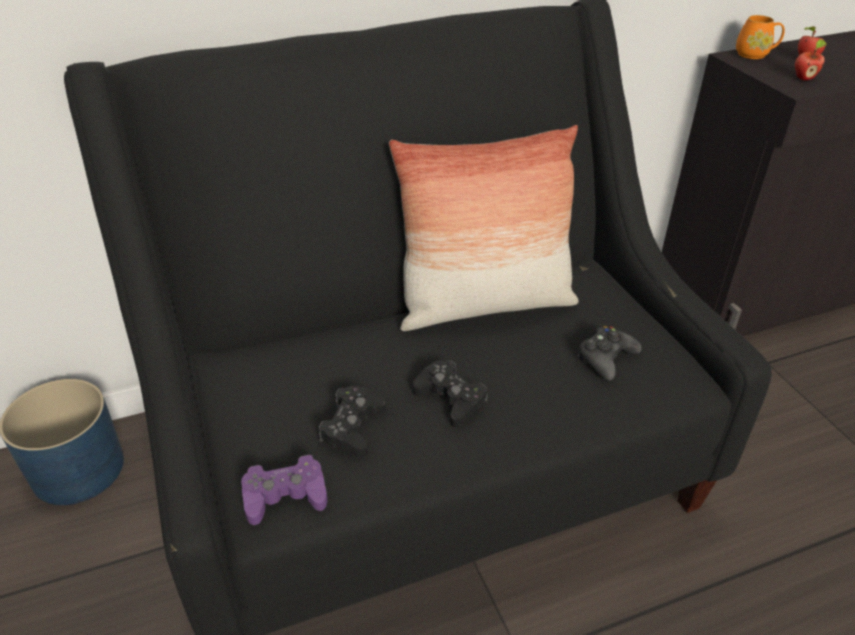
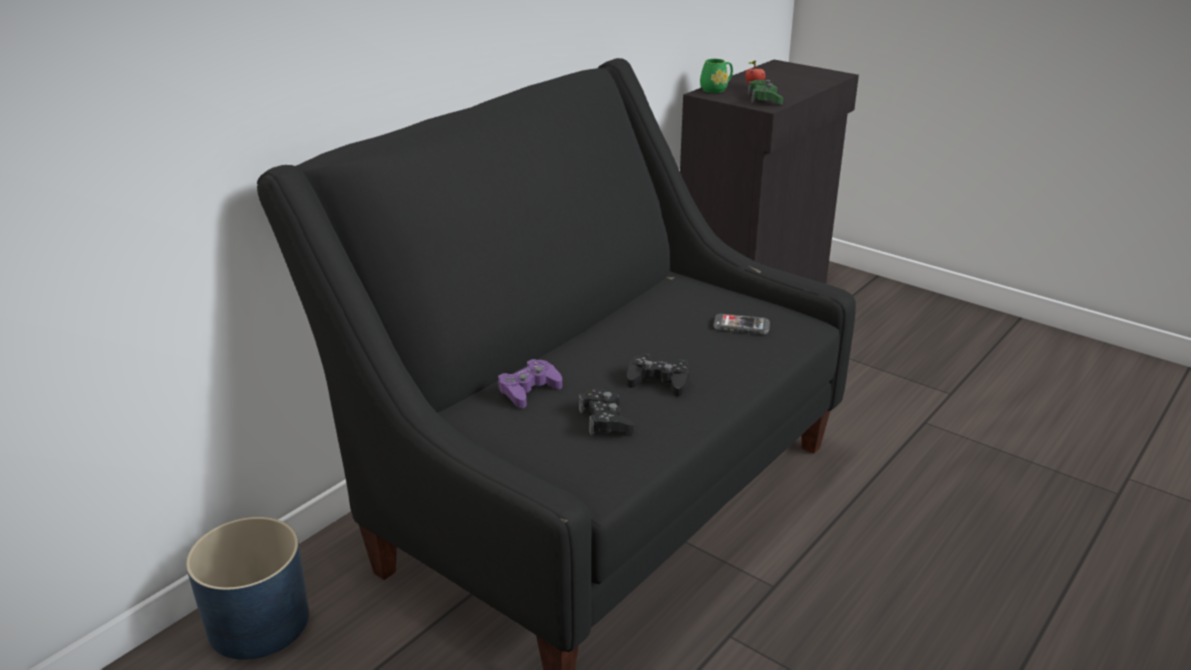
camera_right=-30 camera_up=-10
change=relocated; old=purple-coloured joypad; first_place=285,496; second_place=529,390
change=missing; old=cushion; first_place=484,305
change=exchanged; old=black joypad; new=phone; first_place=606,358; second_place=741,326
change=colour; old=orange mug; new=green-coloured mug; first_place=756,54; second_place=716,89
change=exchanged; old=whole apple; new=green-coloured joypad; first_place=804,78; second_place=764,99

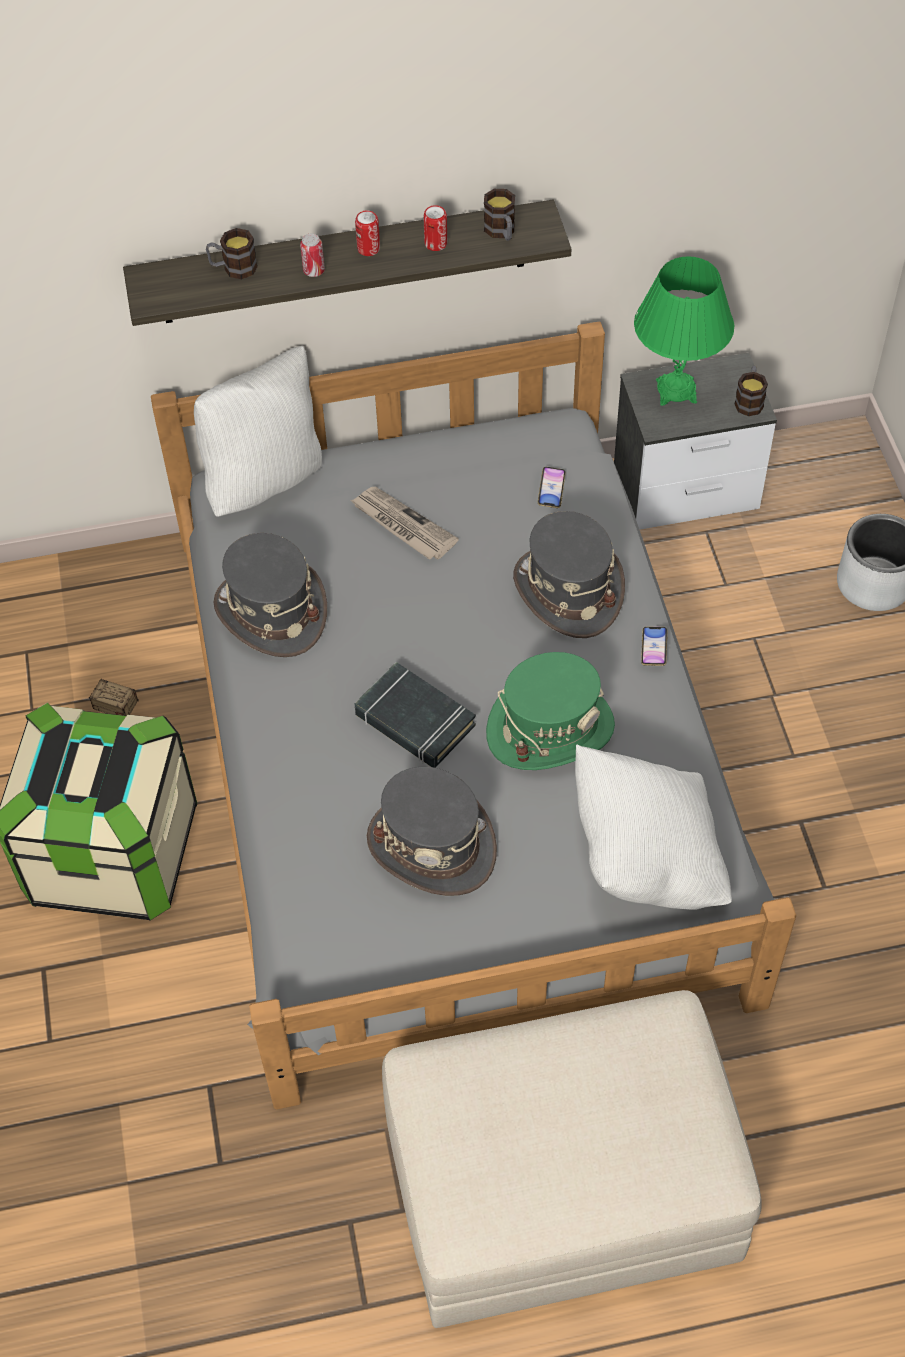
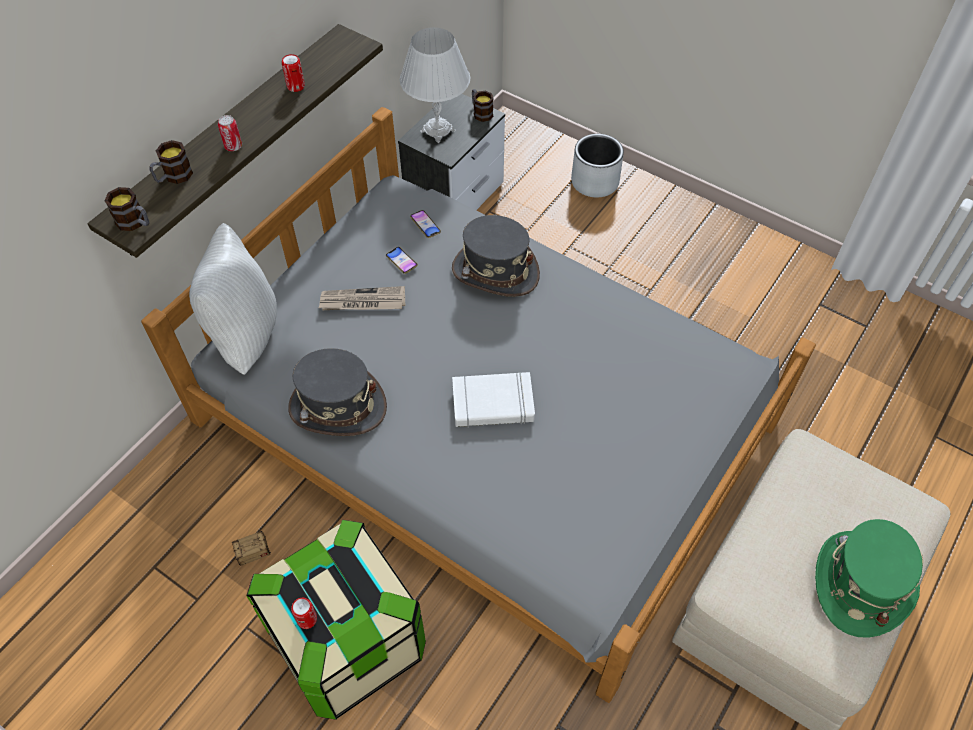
camera_right=-45 camera_up=0
change=relocated; old=can; first_place=368,249; second_place=307,619
change=colour; old=black volume; new=whitish volume; first_place=414,720; second_place=493,404
change=missing; old=greyish wearable hat; first_place=432,846
change=relocated; old=mug; first_place=501,232; second_place=135,223
change=relocated; old=green-coloured wearable hat; first_place=550,729; second_place=860,583
change=missing; old=whitish cushion; first_place=646,858
change=colour; old=green-coloured tabletop lamp; new=whitish tabletop lamp; first_place=676,391; second_place=438,131
change=relocated; old=phone; first_place=654,648; second_place=401,261

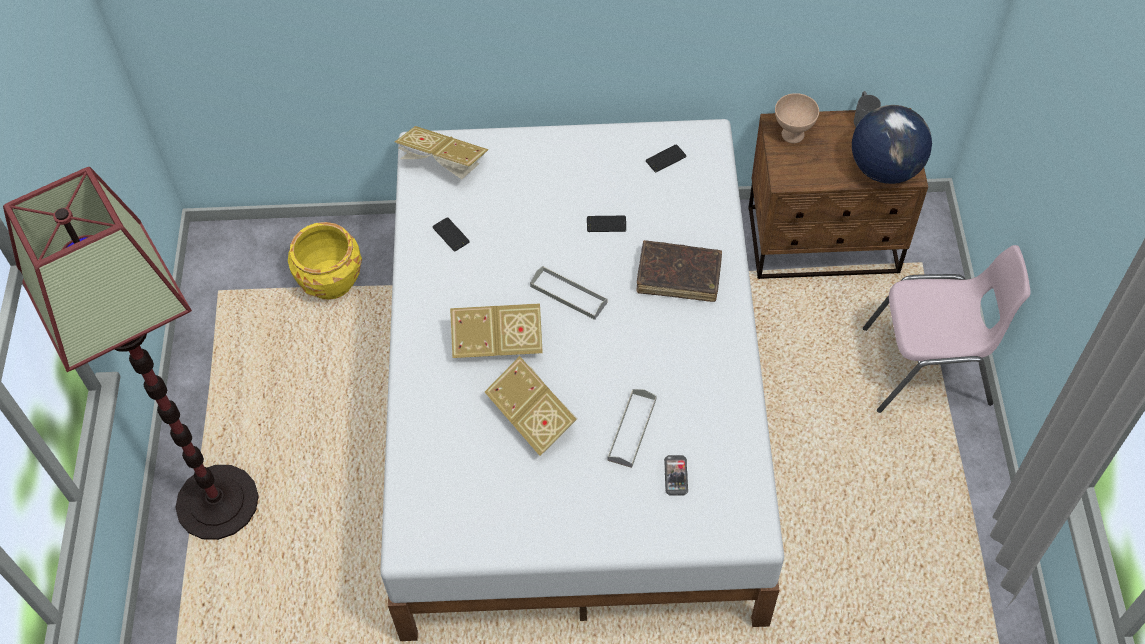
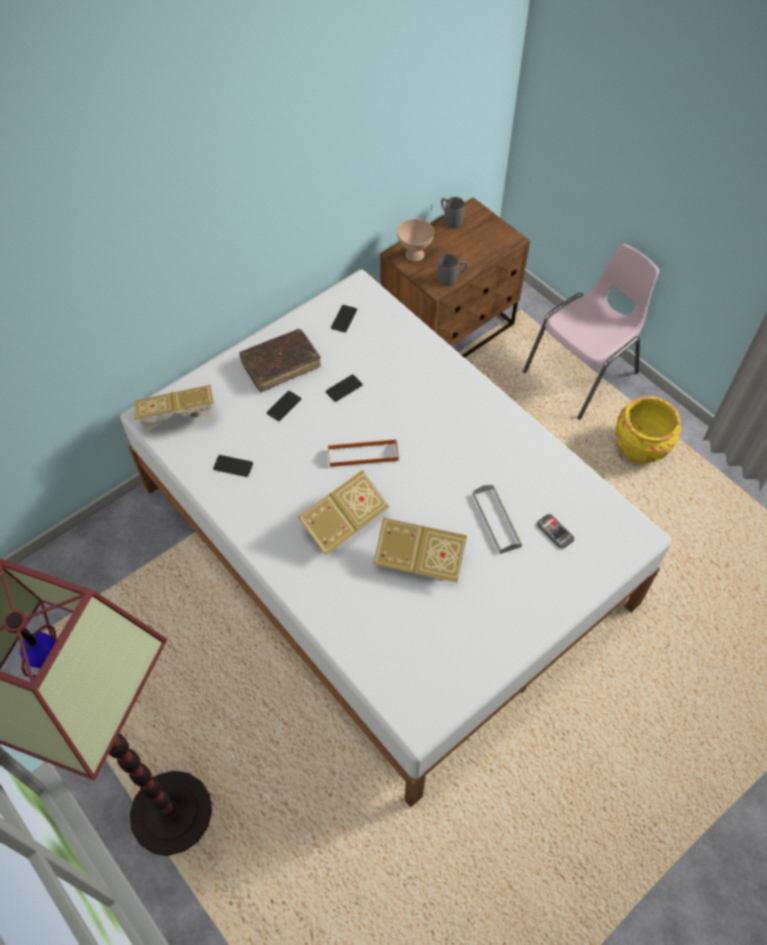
camera_right=-40 camera_up=0
change=relocated; old=yellow plant pot; first_place=331,281; second_place=640,448
change=colour; old=greyish carrying tray; new=orange carrying tray; first_place=568,294; second_place=363,454
change=relocated; old=brownish volume; first_place=678,276; second_place=281,364
change=missing; old=globe; first_place=884,168
change=appeared; new=phone; second_place=284,406
change=appeared; new=greyish mug; second_place=452,278

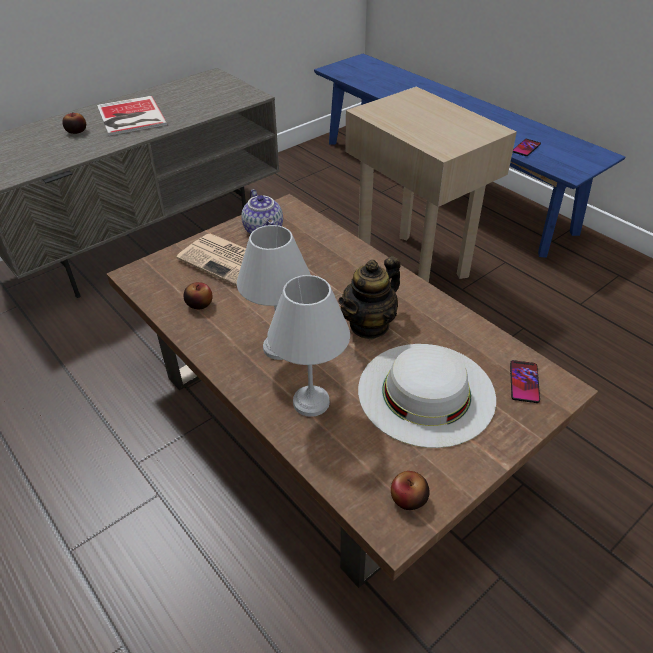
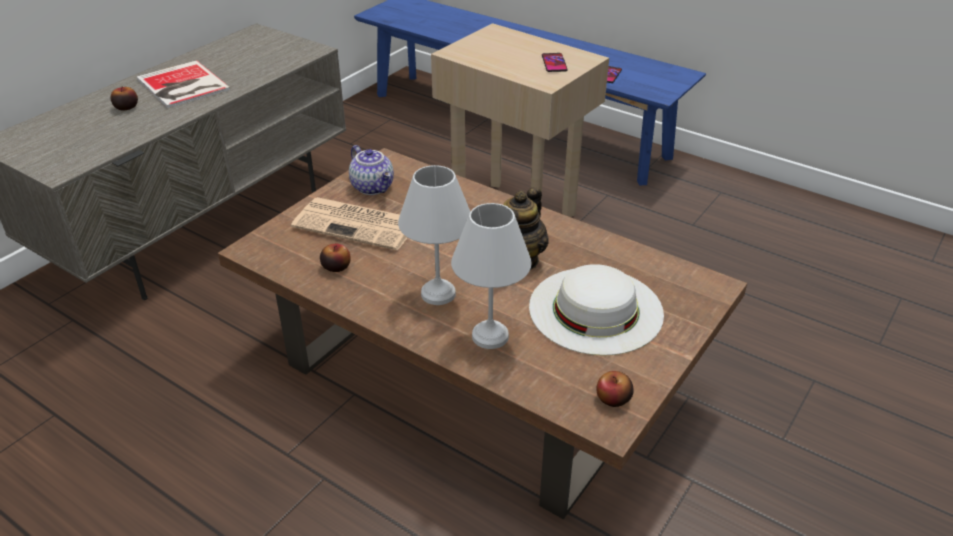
camera_right=-15 camera_up=-5
change=relocated; old=phone; first_place=524,382; second_place=554,63

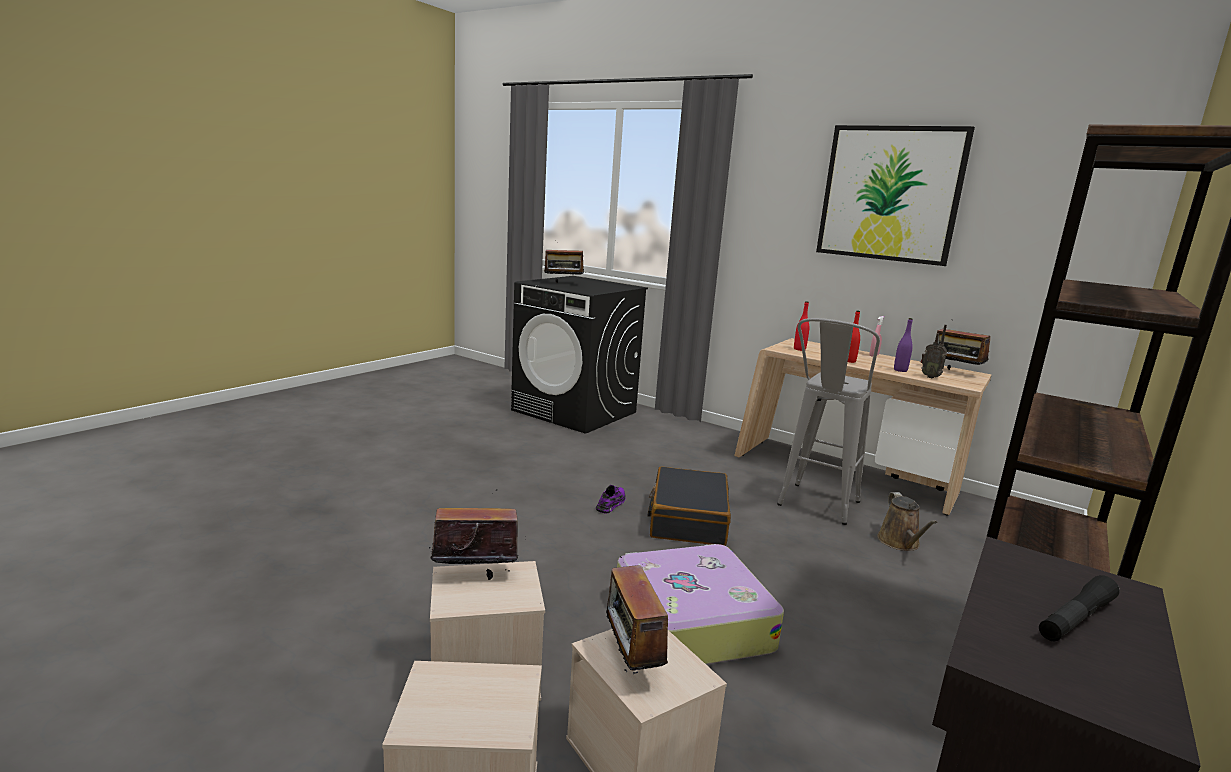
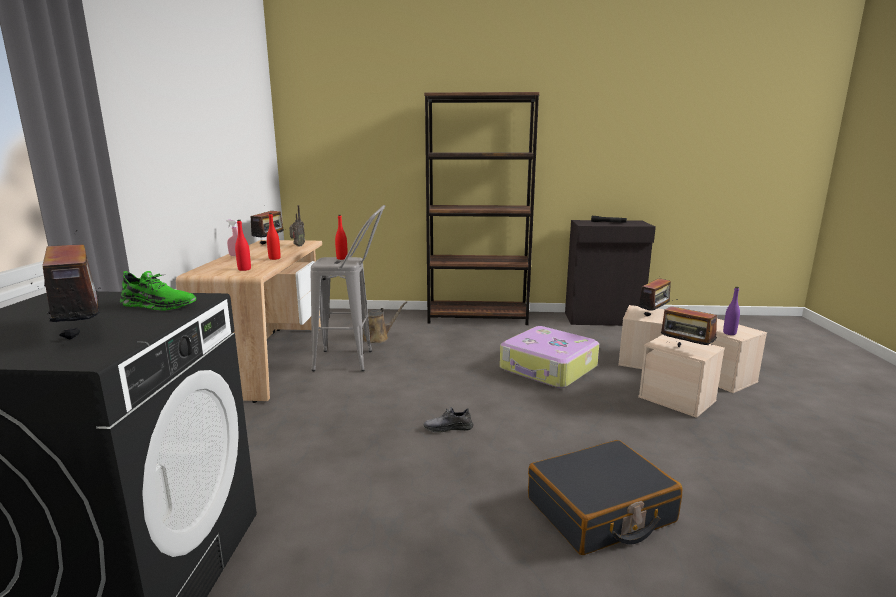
camera_right=-120 camera_up=0
change=colour; old=purple-coloured shoe; new=greyish shoe; first_place=611,504; second_place=448,428
change=relocated; old=black piece of luggage; first_place=688,519; second_place=600,511
change=missing; old=wall art; first_place=890,194
change=relocated; old=purple-coloured bottle; first_place=900,370; second_place=729,333
change=appeared; new=green-coloured shoe; second_place=158,305
change=appeared; new=red-coloured bottle; second_place=342,258

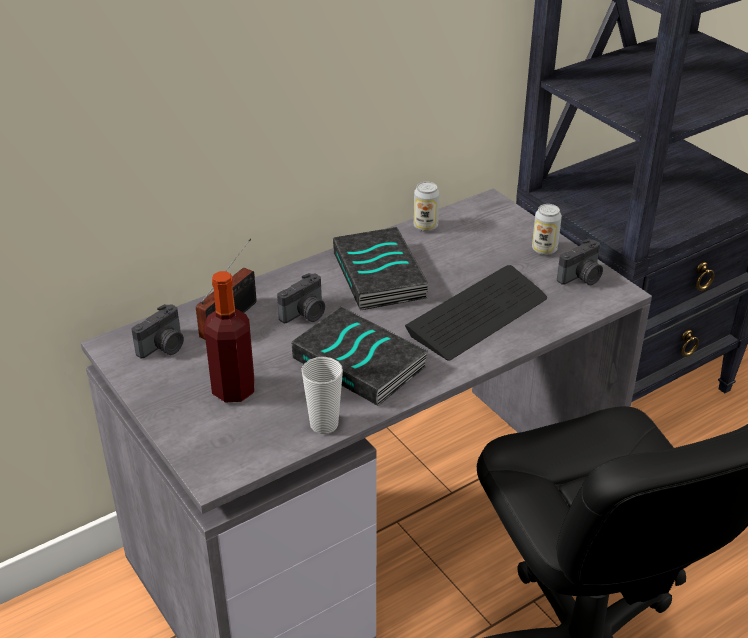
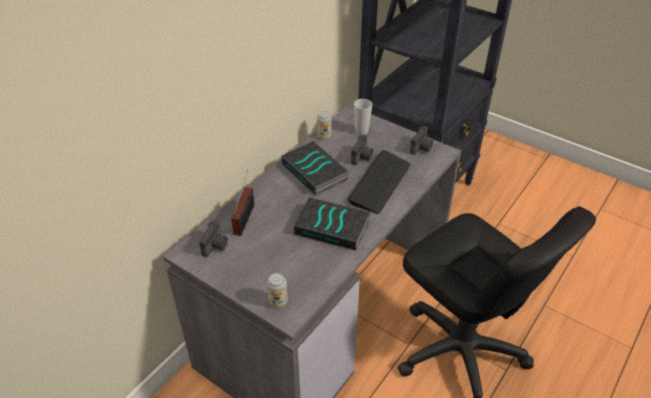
camera_right=-20 camera_up=5
change=missing; old=bottle; first_place=233,390
change=relocated; old=photo camera; first_place=305,314; second_place=362,157
change=relocated; old=cup; first_place=324,424; second_place=361,131
change=relocated; old=can; first_place=544,249; second_place=278,301

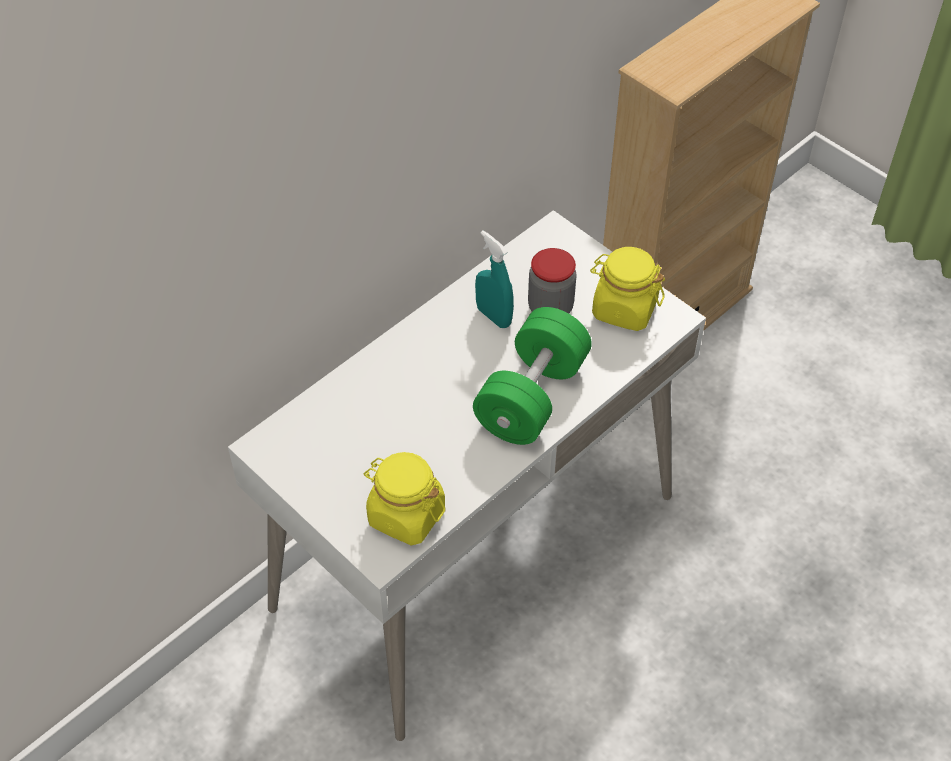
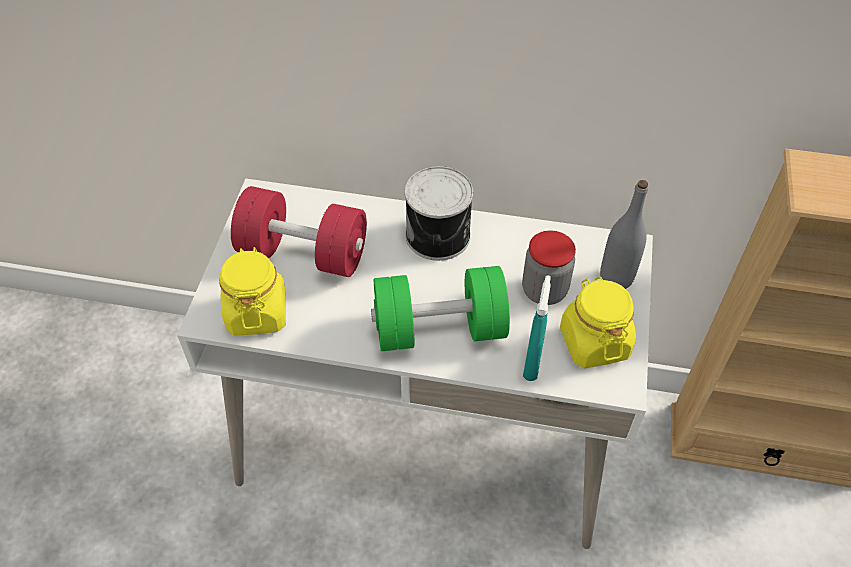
camera_right=55 camera_up=0
change=relocated; old=turquoise-coloured hand sprayer; first_place=493,316; second_place=532,363
change=appeared; new=red-coloured dumbbell; second_place=303,253
change=appeared; new=can; second_place=440,236
change=appeared; new=greyish bottle; second_place=616,278

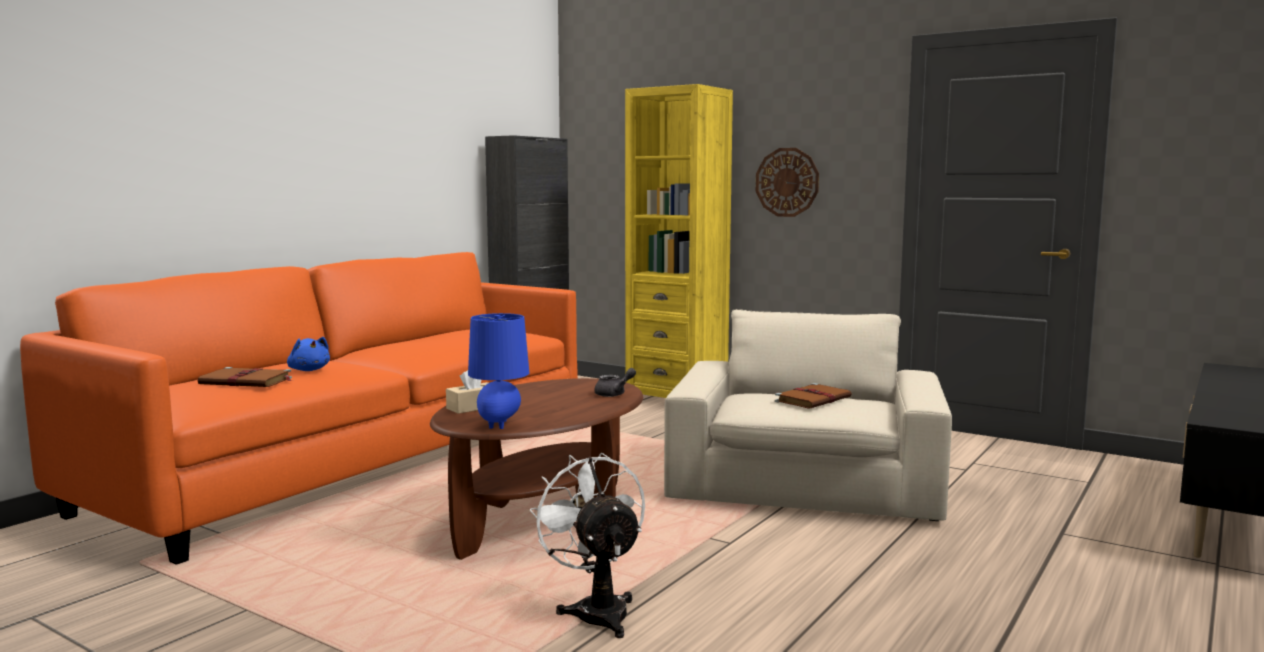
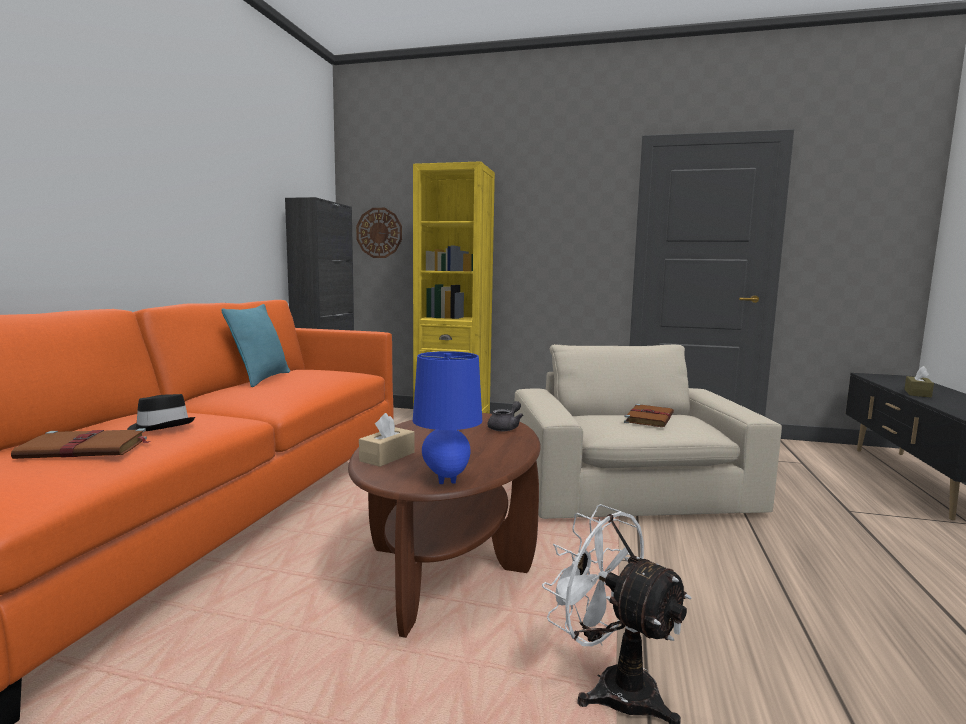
camera_right=-20 camera_up=0
change=exchanged; old=bluish soft toy; new=black wearable hat; first_place=309,370; second_place=161,426
change=relocated; old=wall clock; first_place=787,182; second_place=379,233
change=appeared; new=turquoise-coloured cushion; second_place=261,379
change=appeared; new=brownish tissue box; second_place=917,393

